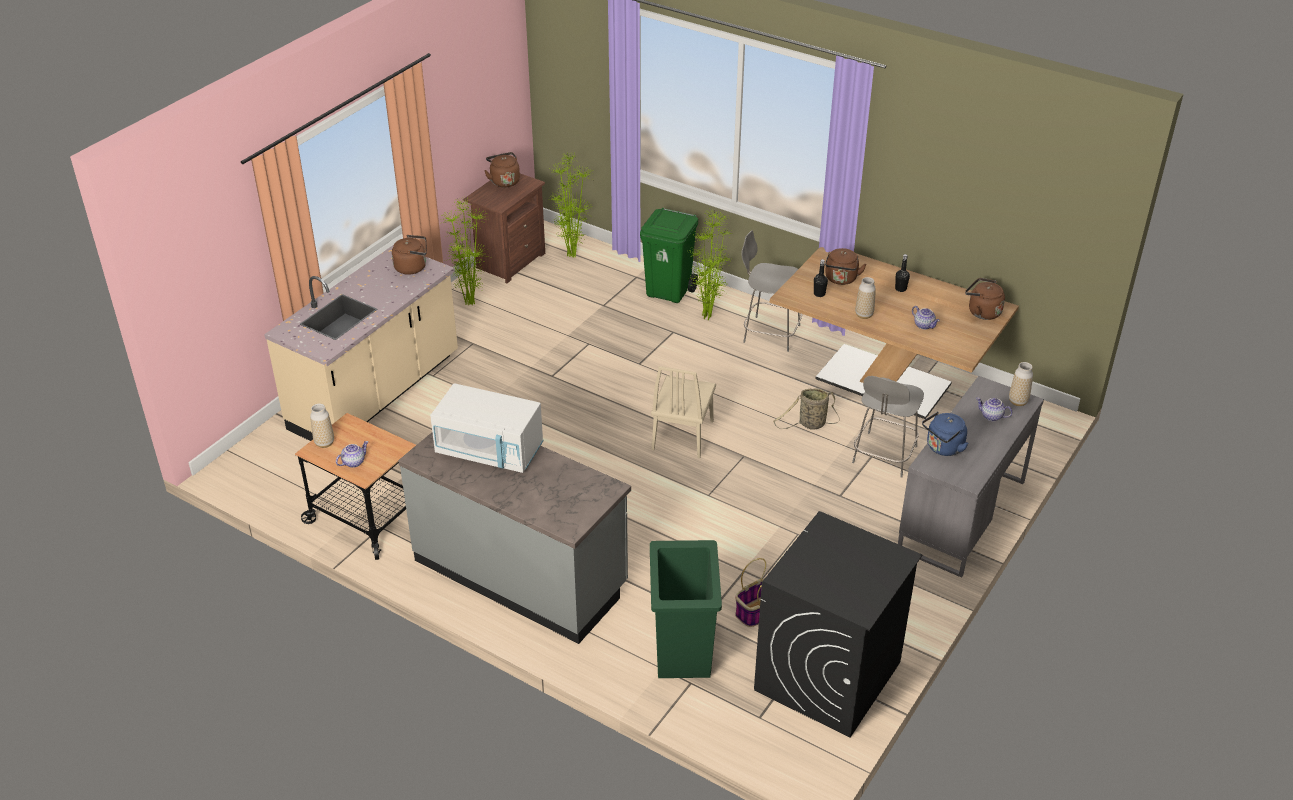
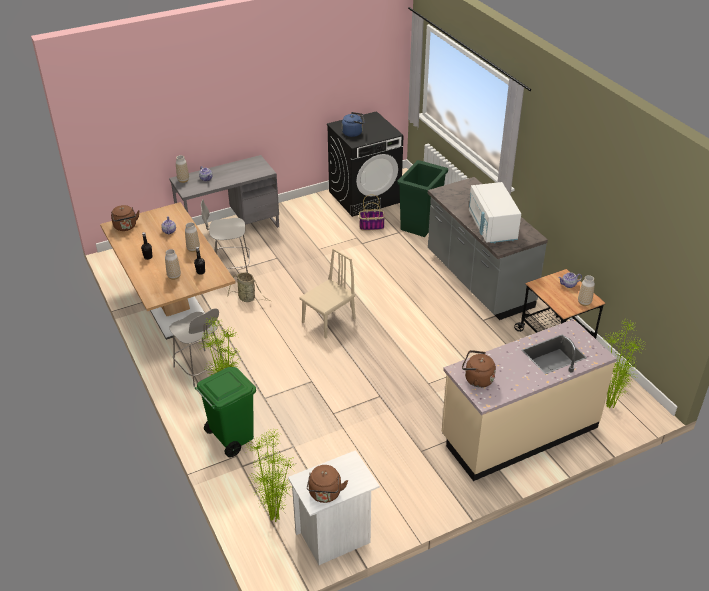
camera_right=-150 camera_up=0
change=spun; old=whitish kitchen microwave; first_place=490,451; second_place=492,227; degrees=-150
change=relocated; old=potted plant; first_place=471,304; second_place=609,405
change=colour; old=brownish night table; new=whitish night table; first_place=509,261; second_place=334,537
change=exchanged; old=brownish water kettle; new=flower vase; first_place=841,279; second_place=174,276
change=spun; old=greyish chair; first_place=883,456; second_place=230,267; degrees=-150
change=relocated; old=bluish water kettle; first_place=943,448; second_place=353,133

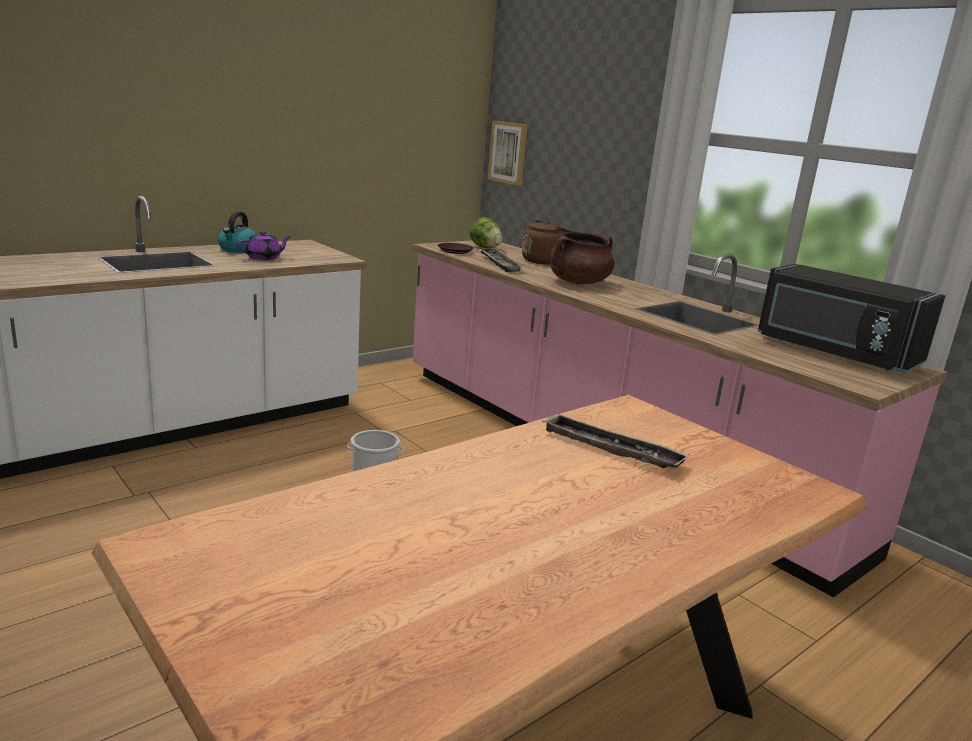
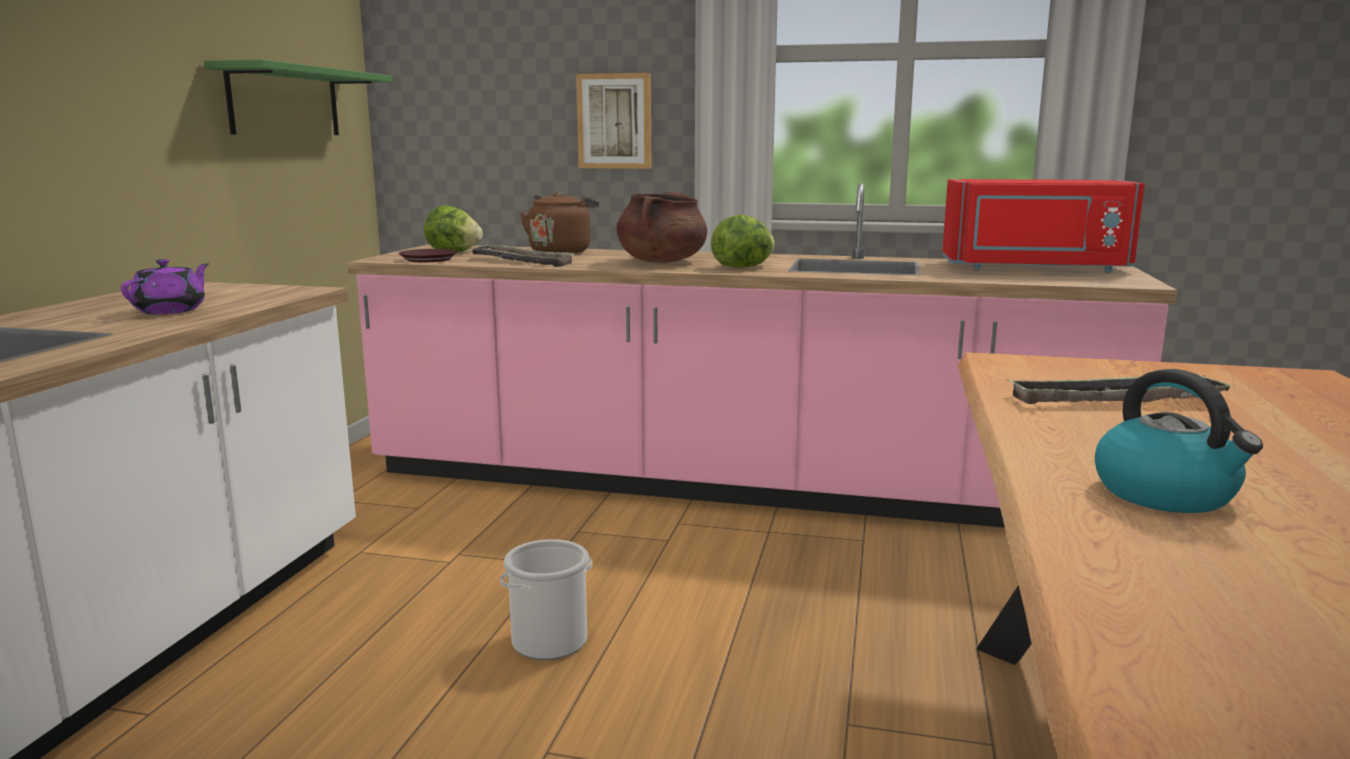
camera_right=-35 camera_up=-5
change=relocated; old=water kettle; first_place=238,249; second_place=1166,494
change=relocated; old=wall art; first_place=508,152; second_place=615,121
change=colour; old=black kitchen microwave; new=red-coloured kitchen microwave; first_place=833,353; second_place=1035,268
change=appeared; new=green-coloured shelf; second_place=285,102
change=appeared; new=lettuce; second_place=743,267

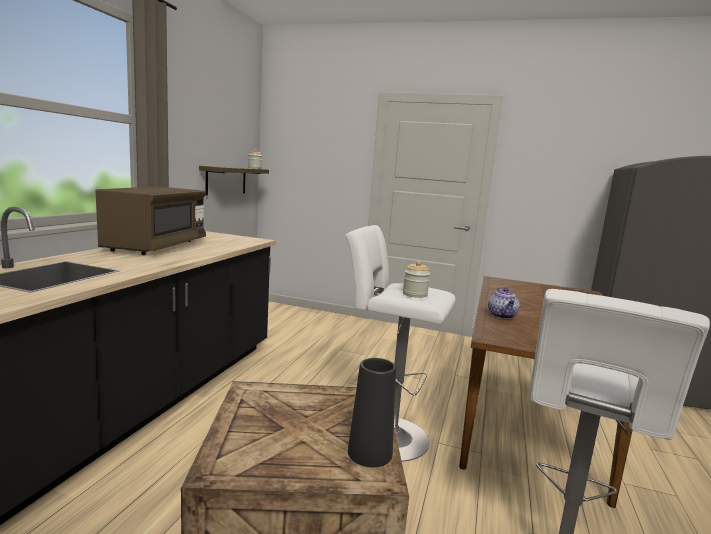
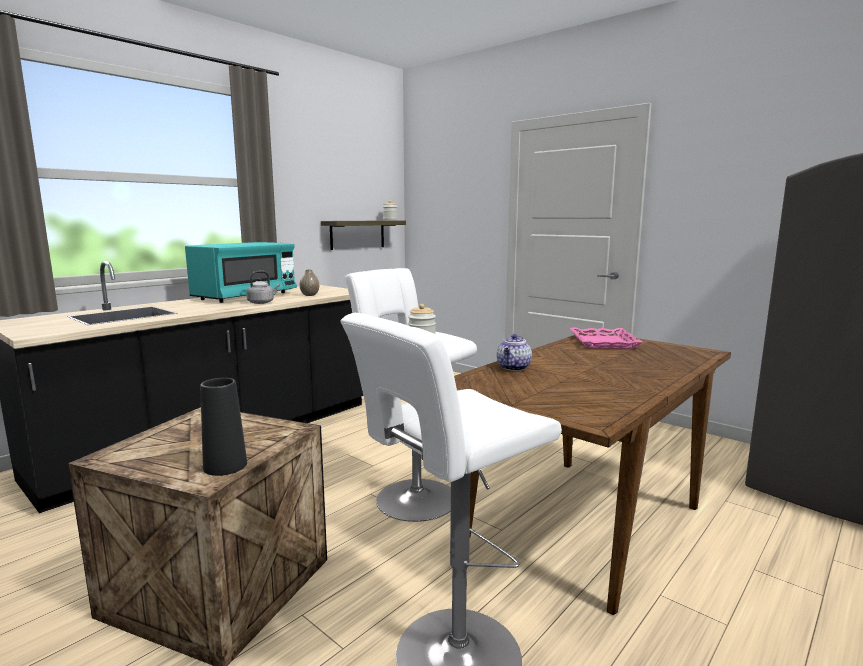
camera_right=25 camera_up=0
change=colour; old=brownish kitchen microwave; new=turquoise-coloured kitchen microwave; first_place=156,246; second_place=245,296
change=appeared; new=greyish water kettle; second_place=262,302
change=appeared; new=flower vase; second_place=310,295
change=appeared; new=pink carrying tray; second_place=603,342

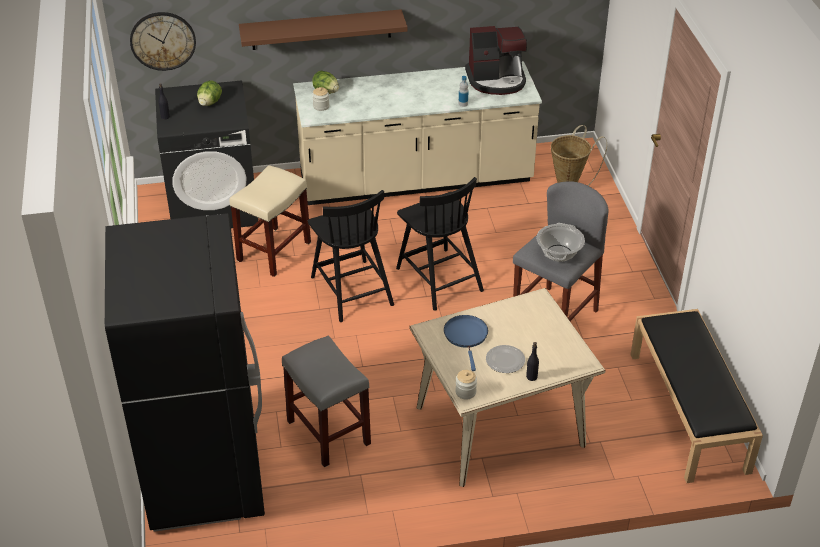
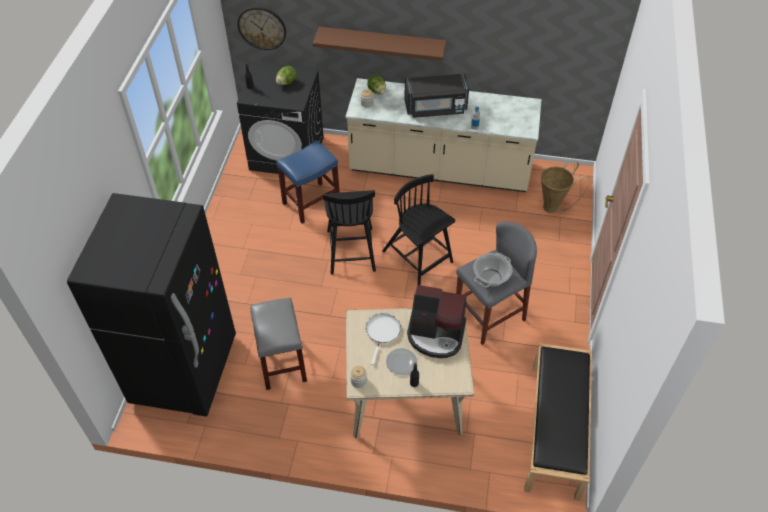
camera_right=20 camera_up=10
change=colour; old=sand-coloured stool; new=bluish stool; first_place=274,251; second_place=311,202
change=spun; old=black chair; first_place=438,278; second_place=418,257; degrees=150
change=colour; old=bluish frying pan; new=whitish frying pan; first_place=466,336; second_place=382,332
change=relocated; old=coffee machine; first_place=496,80; second_place=436,334
change=appeared; new=black kitchen microwave; second_place=435,108

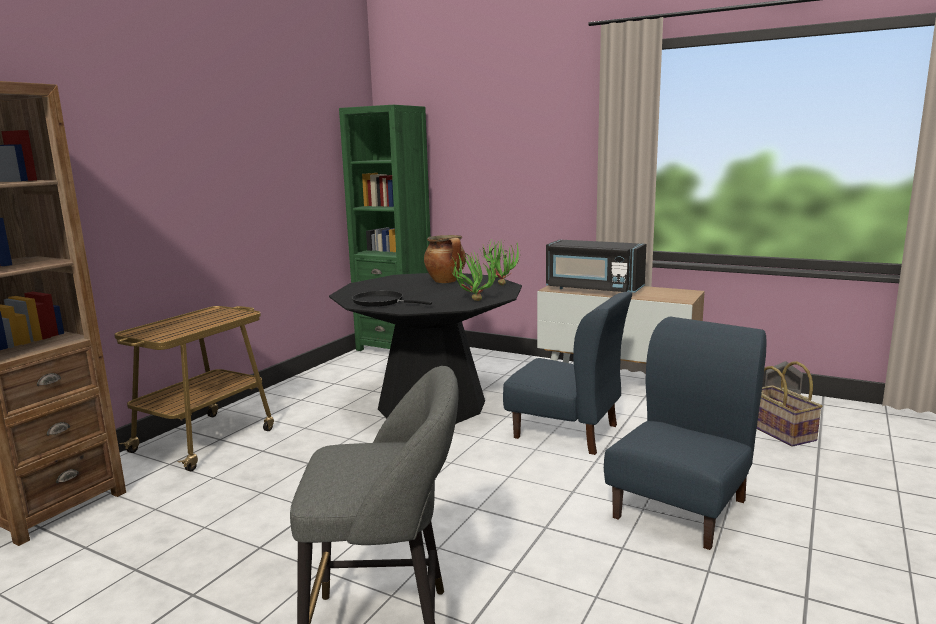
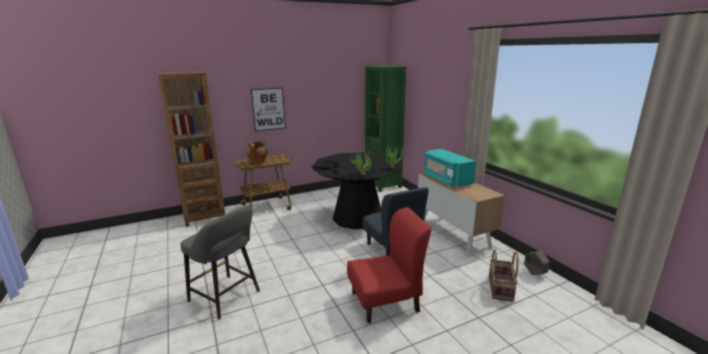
camera_right=35 camera_up=5
change=relocated; old=cooking pot; first_place=446,281; second_place=258,163
change=colour; old=black kitchen microwave; new=turquoise-coloured kitchen microwave; first_place=593,289; second_place=446,180
change=colour; old=bluish chair; new=red-coloured chair; first_place=681,508; second_place=385,302
change=appeared; new=wall art; second_place=268,109

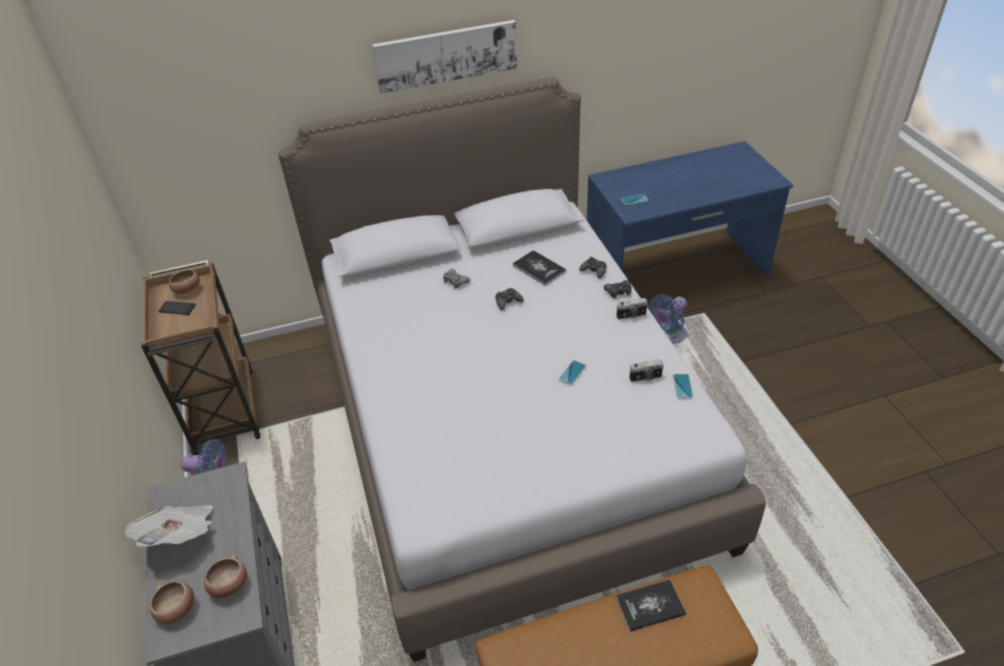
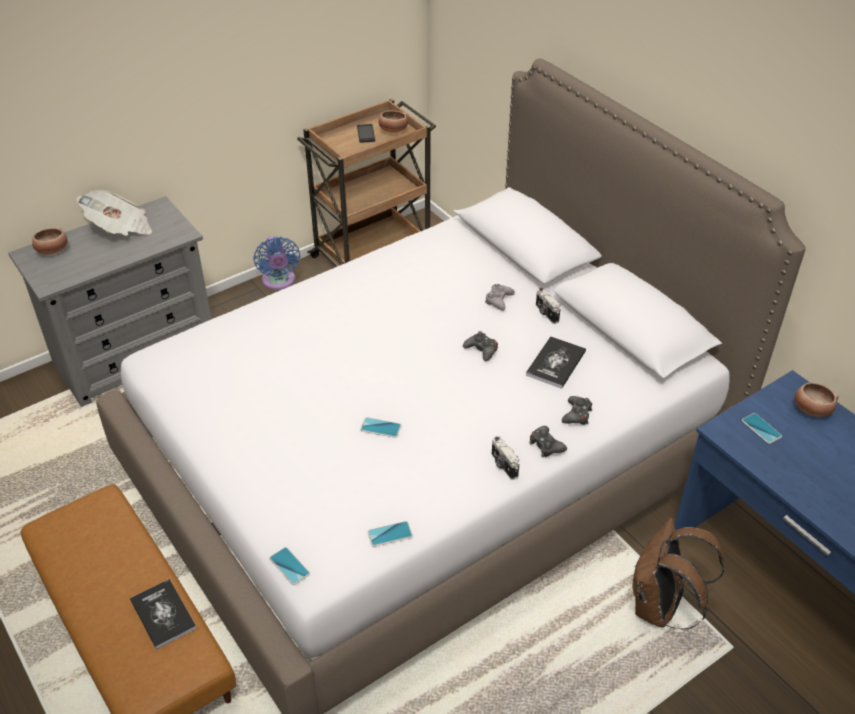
camera_right=70 camera_up=0
change=relocated; old=bowl; first_place=229,585; second_place=811,409
change=missing; old=wall art; first_place=446,55
change=relocated; old=photo camera; first_place=645,378; second_place=546,313
change=exchanged; old=bluish electric fan; new=brownish backpack; first_place=668,335; second_place=660,608
change=appeared; new=phone; second_place=289,566

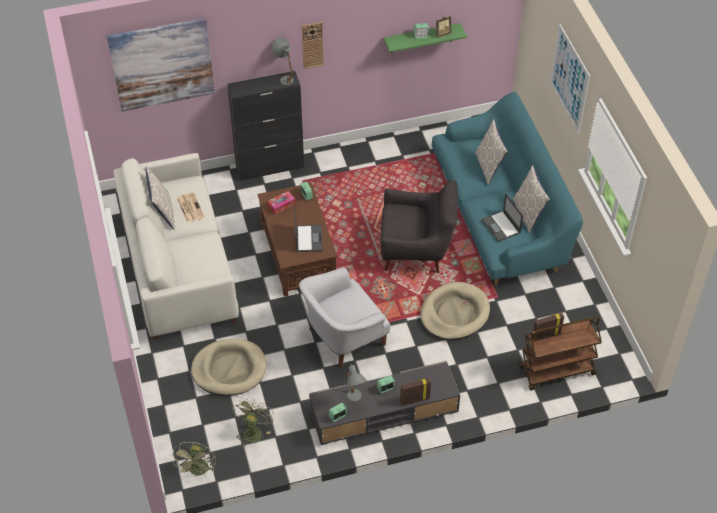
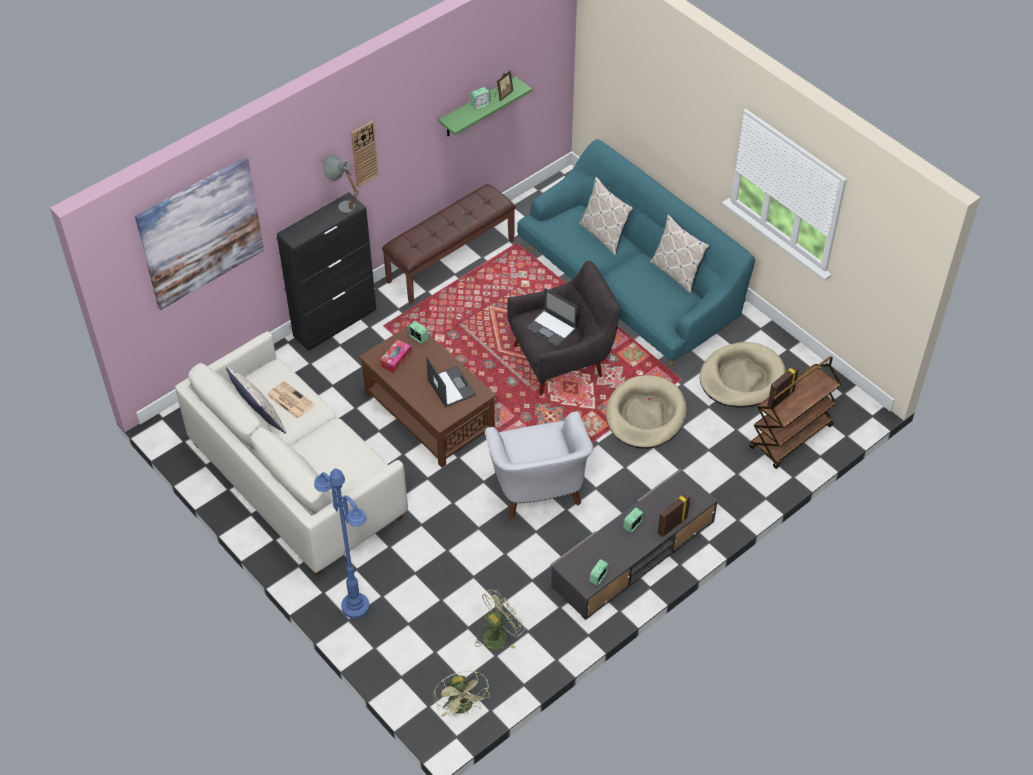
camera_right=-25 camera_up=0
change=relocated; old=sand-coloured dog bed; first_place=229,369; second_place=741,378
change=spun; old=green-coloured electric fan; first_place=253,431; second_place=498,635; degrees=60
change=spun; old=whitish armchair; first_place=343,337; second_place=538,489; degrees=-45
change=missing; old=greyish tabletop lamp; first_place=355,400
change=relocated; old=portable computer; first_place=501,226; second_place=551,328
change=missing; old=wall art; first_place=569,78
change=appeared; new=bluish standing lamp; second_place=355,606
change=appeared; new=brownish indoor bench; second_place=450,260

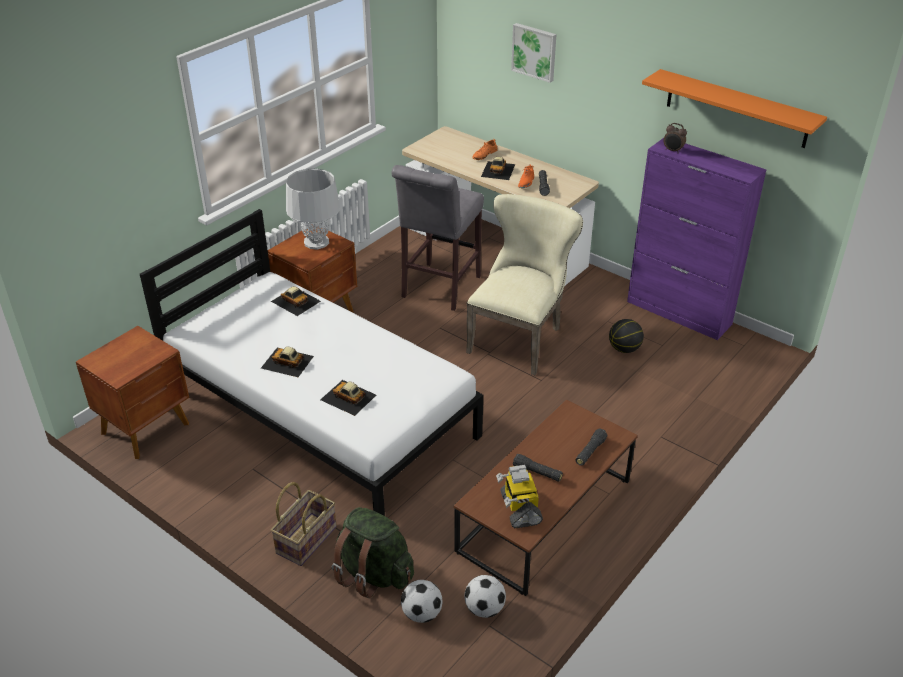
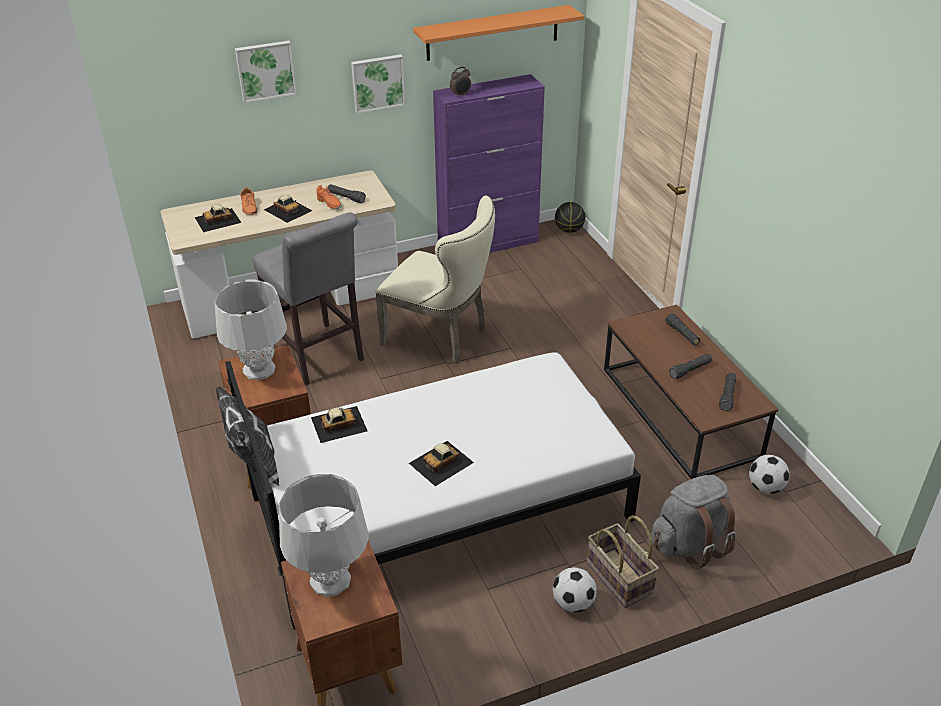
camera_right=-60 camera_up=0
change=relocated; old=model car; first_place=348,397; second_place=218,220
change=colour; old=green-coloured backpack; new=greyish backpack; first_place=373,573; second_place=690,544
change=relocated; old=ball for football; first_place=422,614; second_place=573,603
change=spun; old=sand-coloured chair; first_place=519,337; second_place=441,337; degrees=150
change=exchanged; old=robot figure; new=black torch; first_place=519,508; second_place=727,396
change=relocated; old=basketball; first_place=624,349; second_place=569,230
change=appeared; new=cushion; second_place=254,466
change=appeared; new=greyish tabletop lamp; second_place=330,580
change=appeared; new=wall art; second_place=377,82

